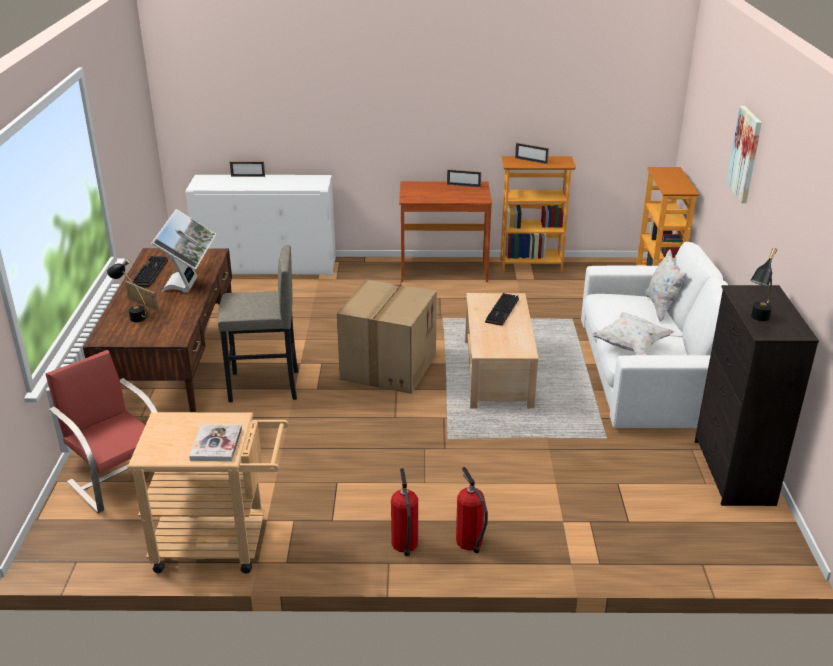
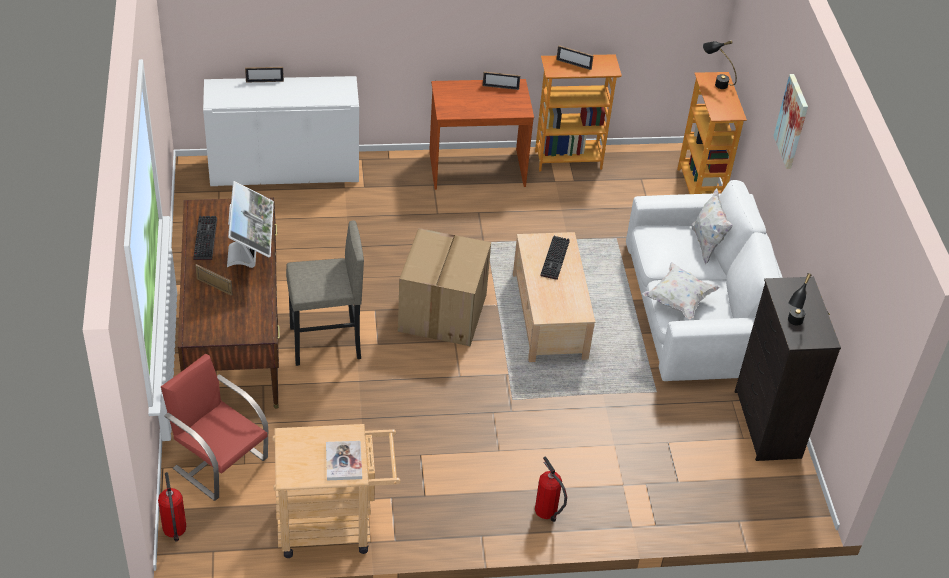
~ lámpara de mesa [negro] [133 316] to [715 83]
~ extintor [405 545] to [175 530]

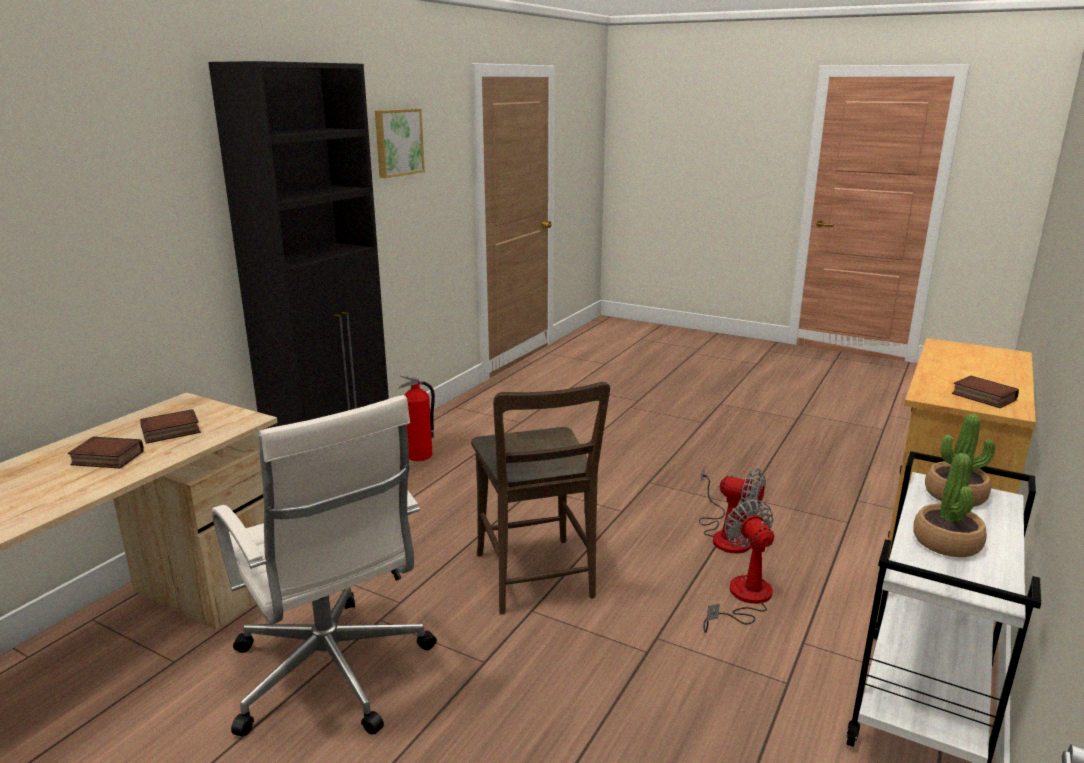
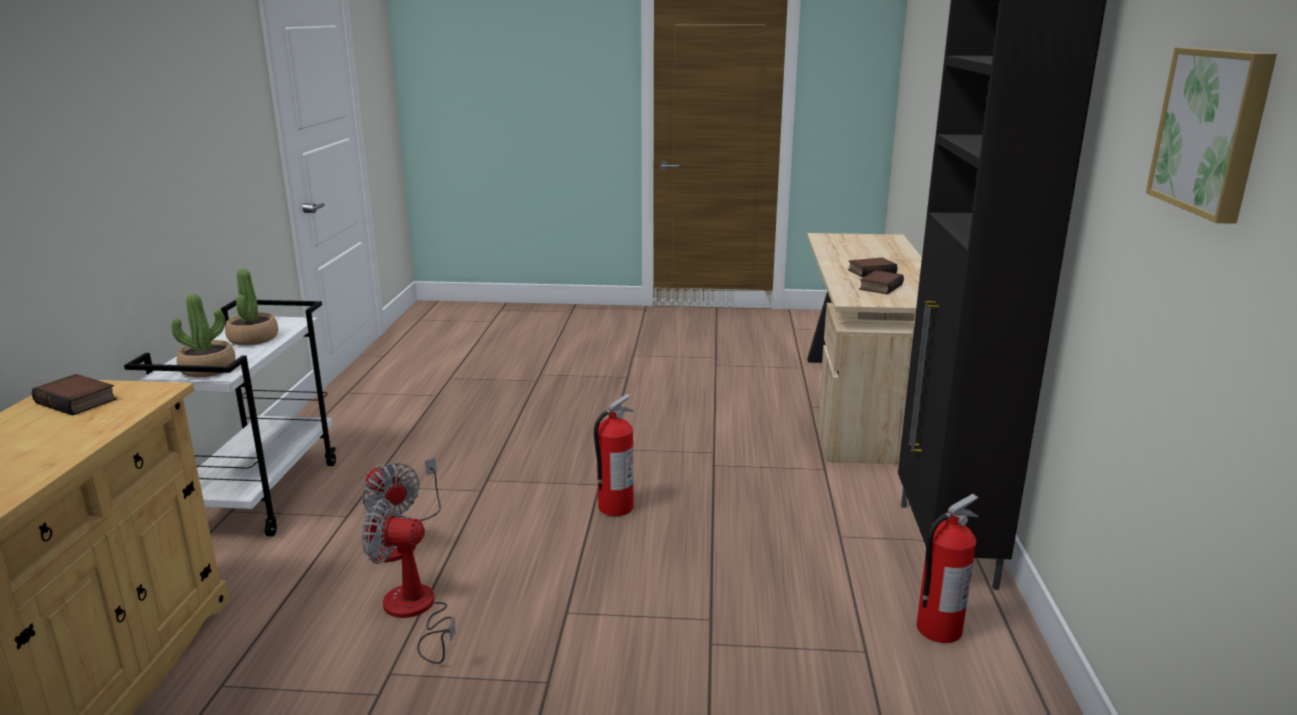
- silla de oficina [blanco] [331 674]
~ silla [marrón] [536 579] to extintor [614 507]

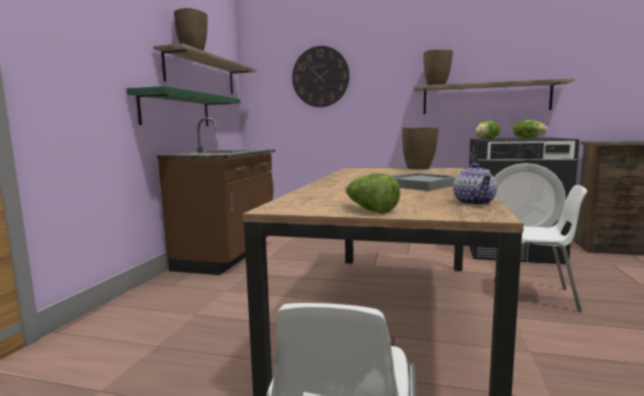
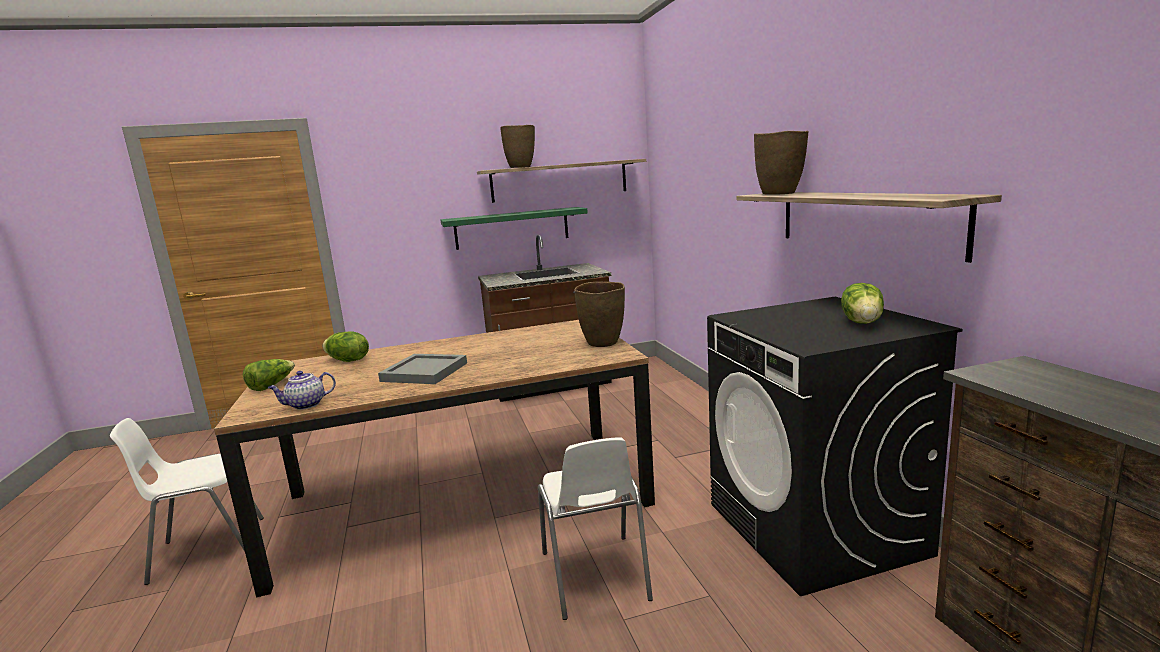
- reloj de pared [320 77]
~ lechuga [487 139] to [347 360]

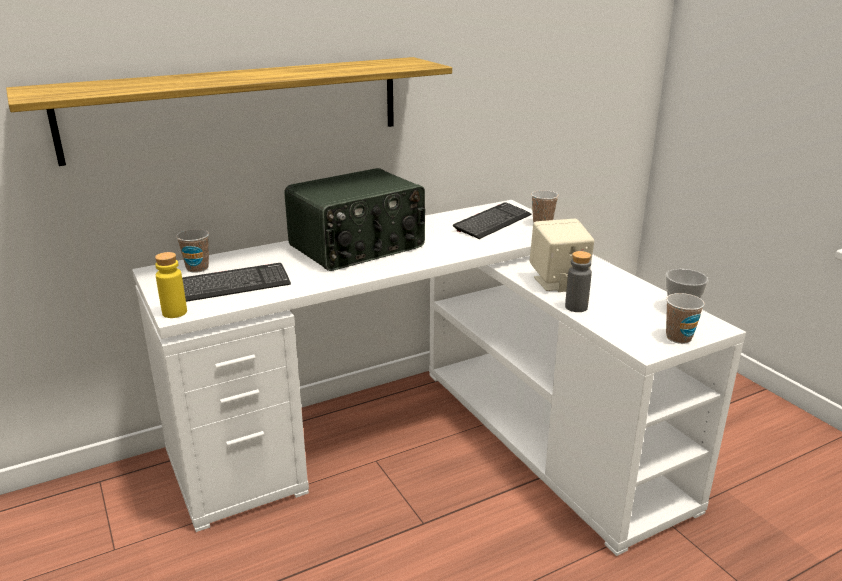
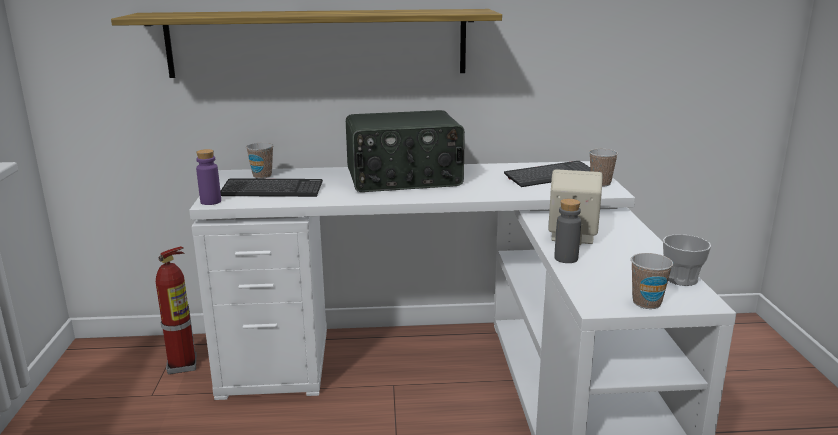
+ extintor [183 365]
~ botella [amarillo] [174 312] to botella [morado] [211 201]

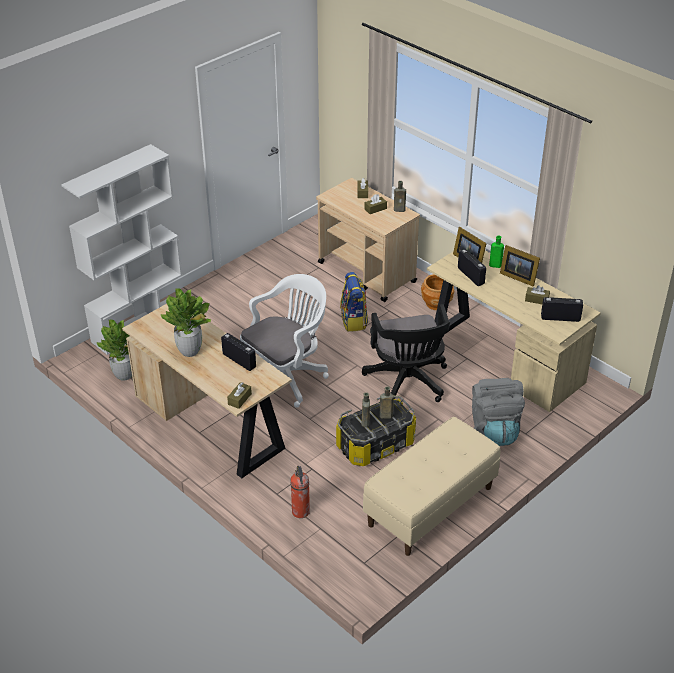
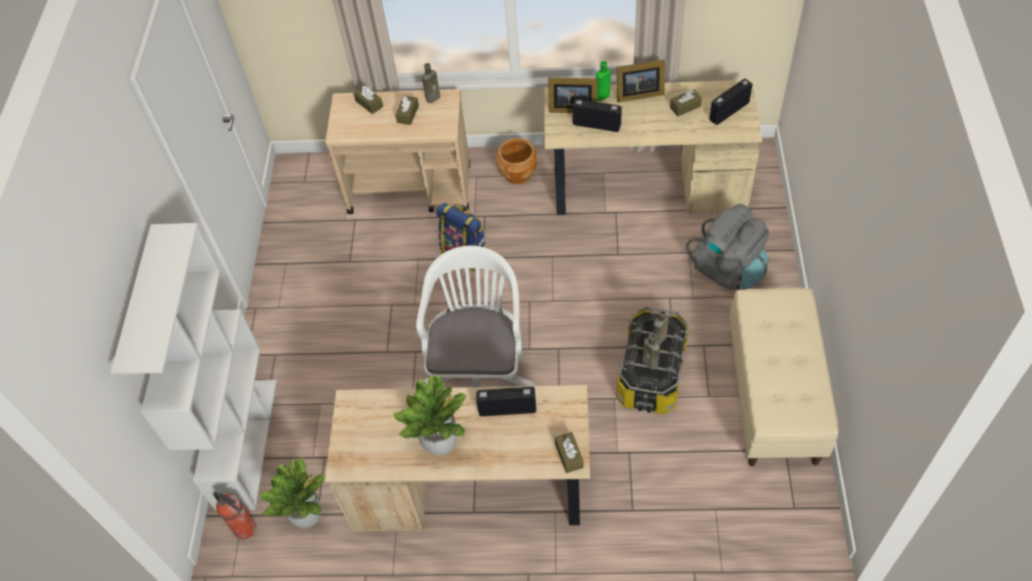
- silla de oficina [negro] [407 383]
~ extintor [301 512] to [246 529]

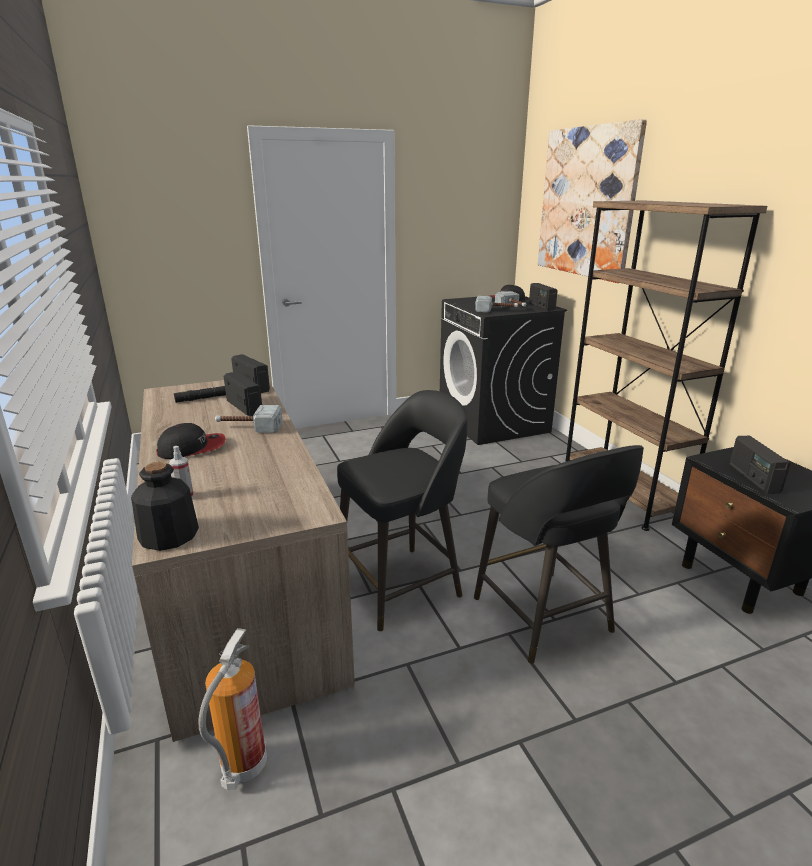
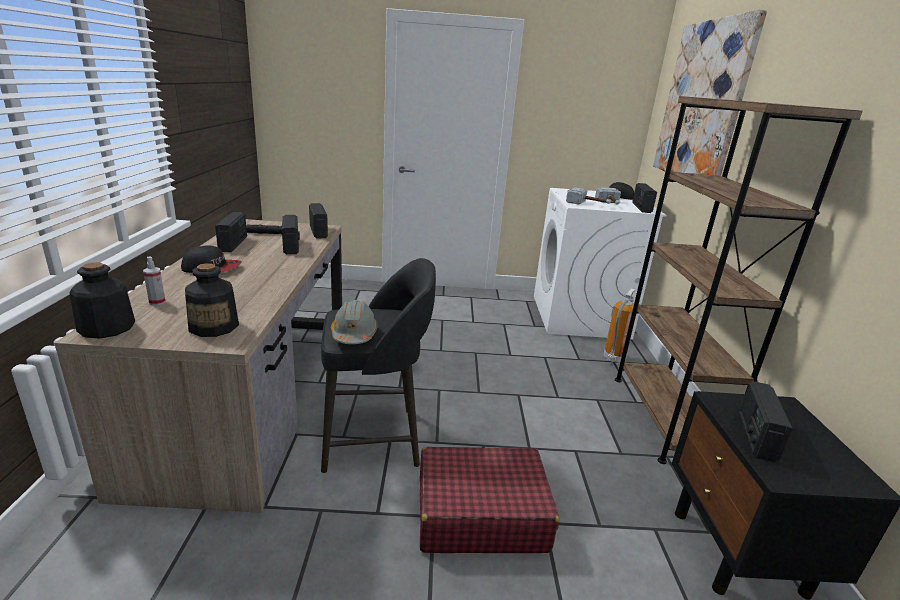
- martillo [249 427]
+ botella [214 326]
+ radio [233 244]
+ casco [gris] [354 334]
~ extintor [243 768] to [613 359]
~ taburete [negro] [544 617] to maleta [rojo] [480 513]
~ lavadora [negro] [493 422] to lavadora [blanco] [580 317]

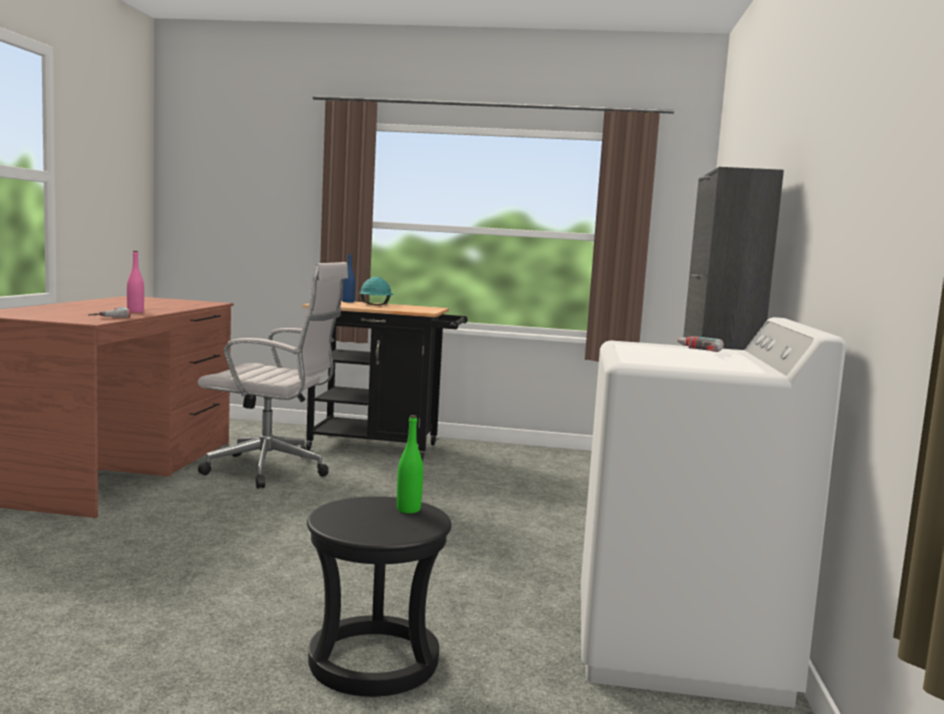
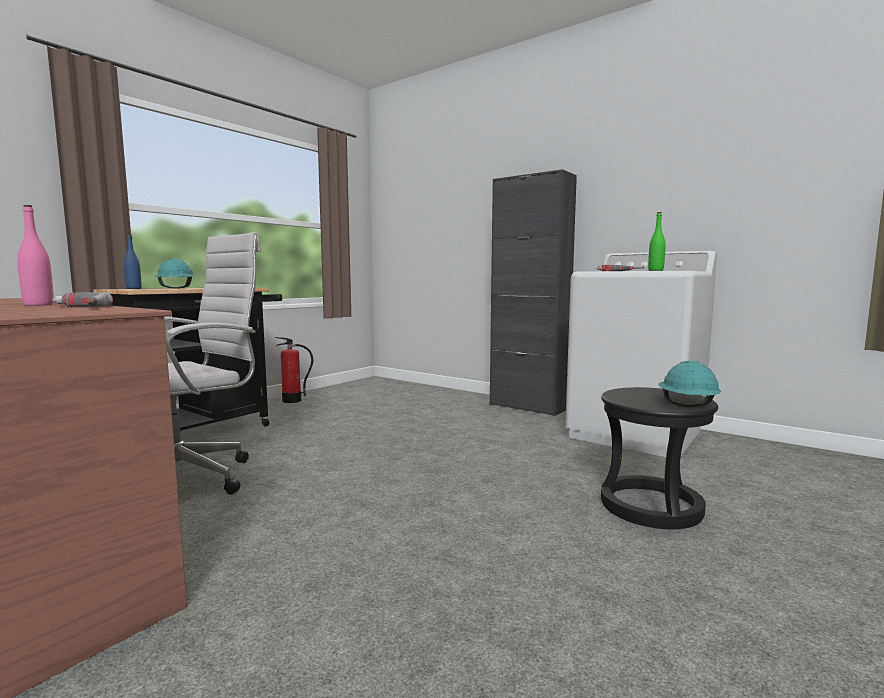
+ extintor [292 400]
+ casco [turquesa] [686 405]
~ botella [verde] [408 510] to [655 270]

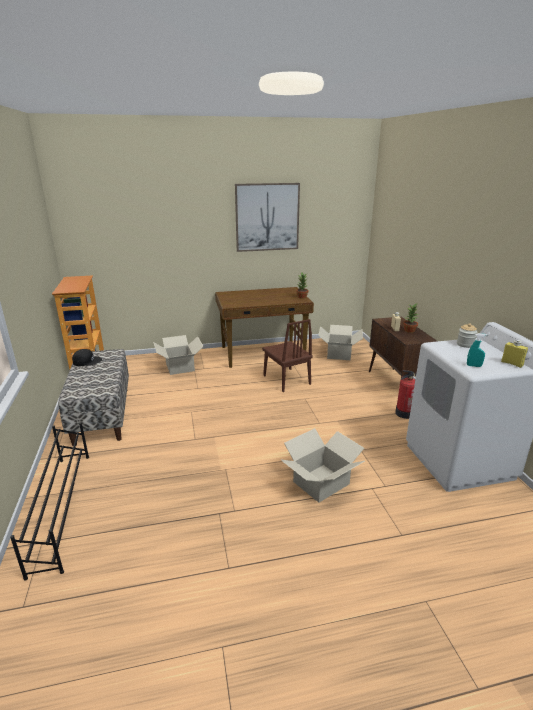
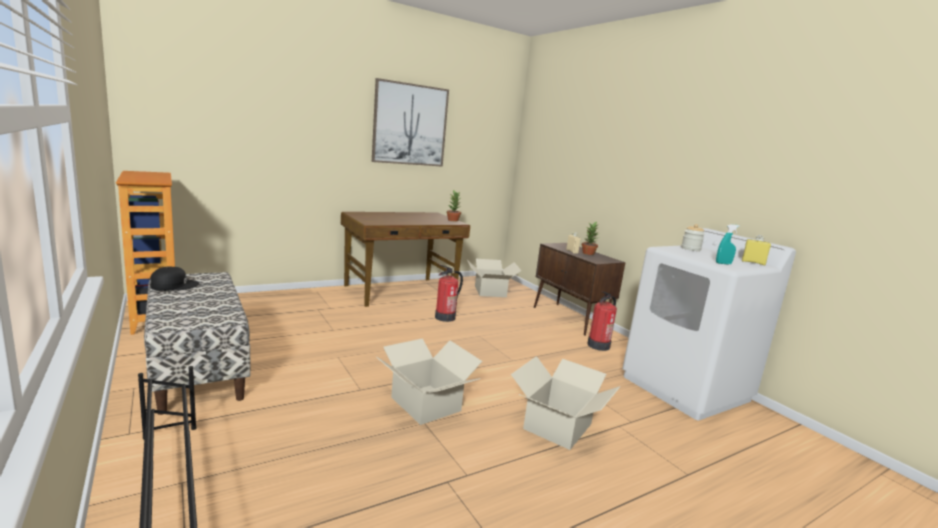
~ caja de cartón [180 367] to [426 403]
~ silla [marrón] [286 379] to extintor [445 317]

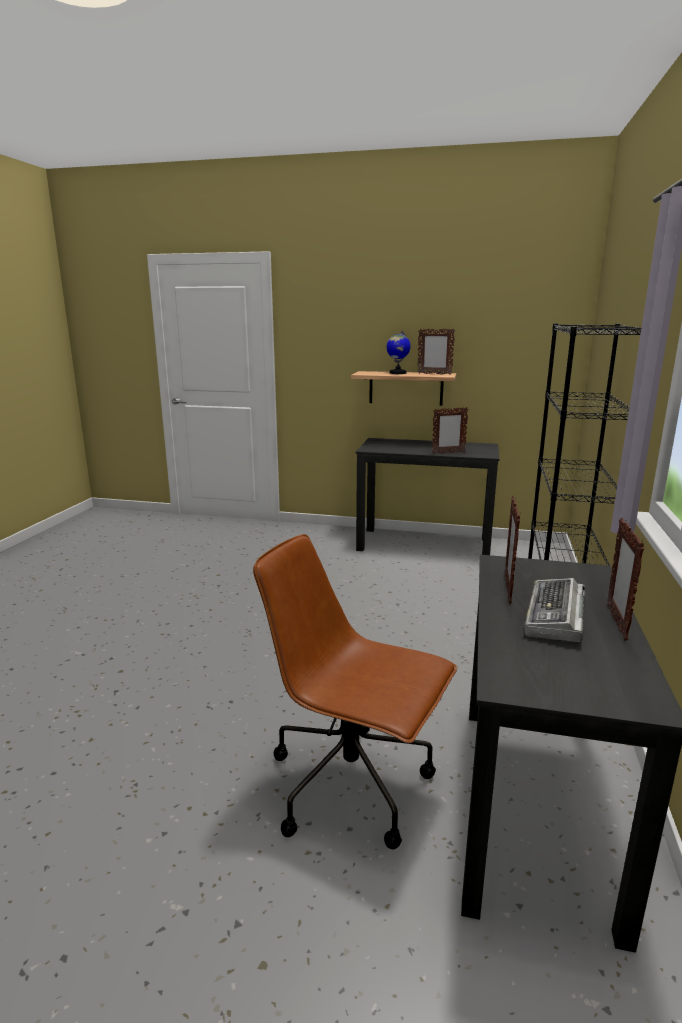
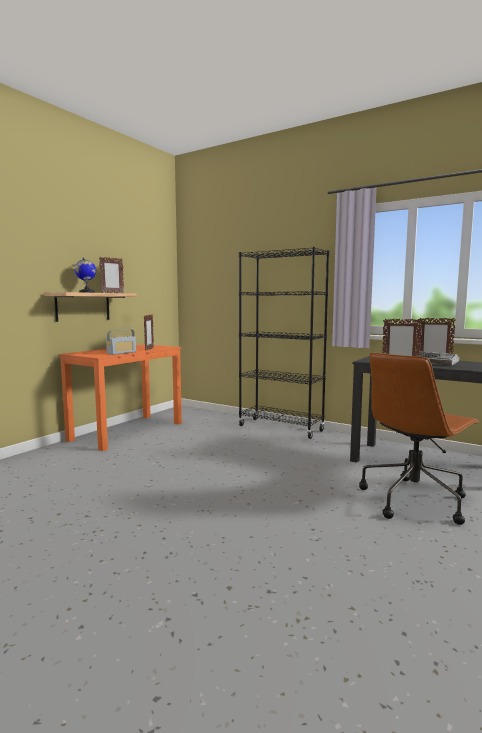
+ radio [121 353]
~ escritorio [negro] [424 544] to escritorio [naranja] [127 431]

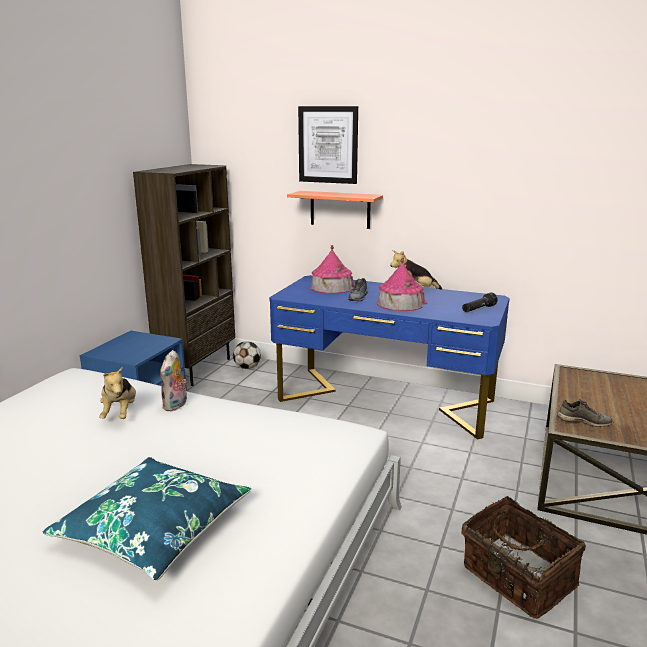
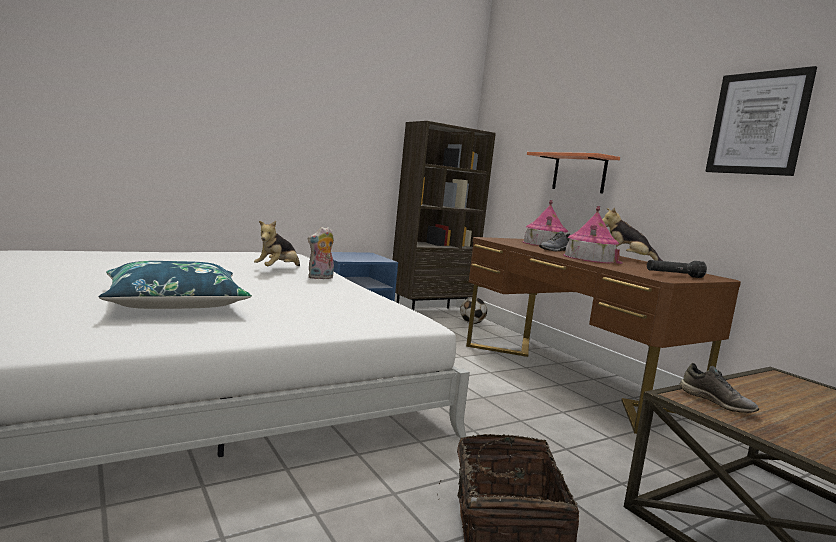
~ cuadro [328 145] to [757 123]
~ escritorio [azul] [385 400] to escritorio [marrón] [569 376]

